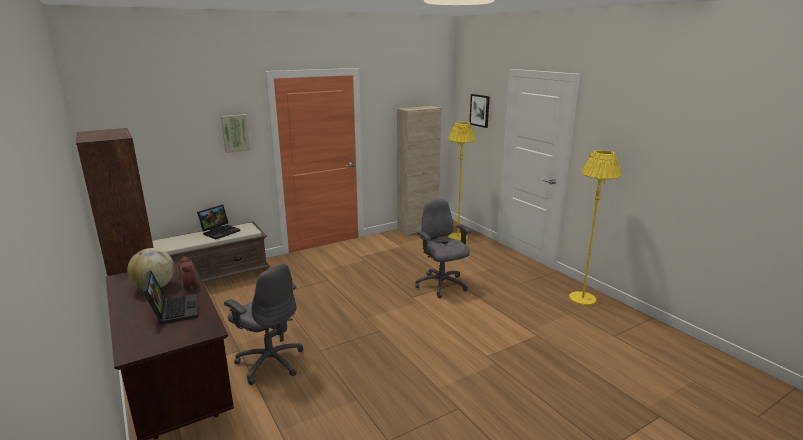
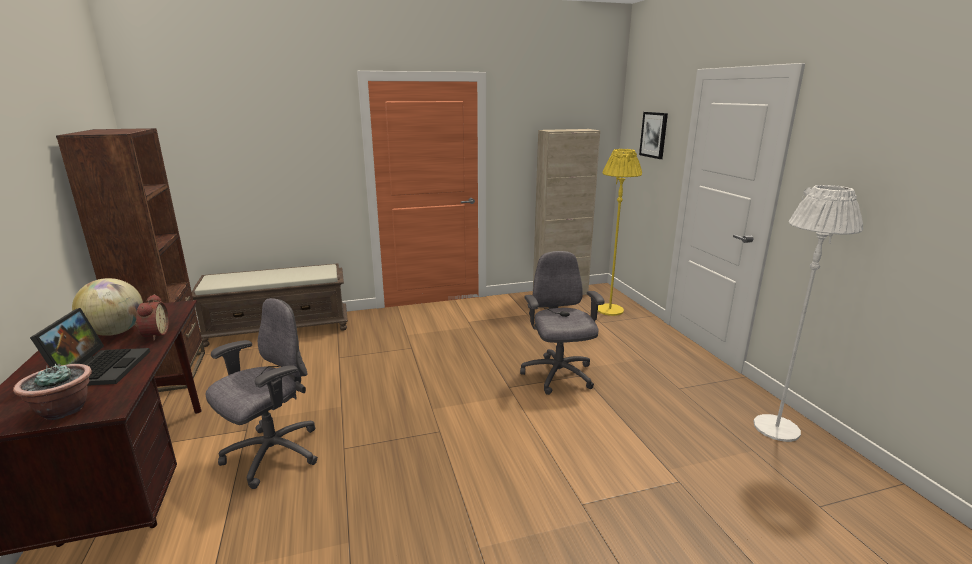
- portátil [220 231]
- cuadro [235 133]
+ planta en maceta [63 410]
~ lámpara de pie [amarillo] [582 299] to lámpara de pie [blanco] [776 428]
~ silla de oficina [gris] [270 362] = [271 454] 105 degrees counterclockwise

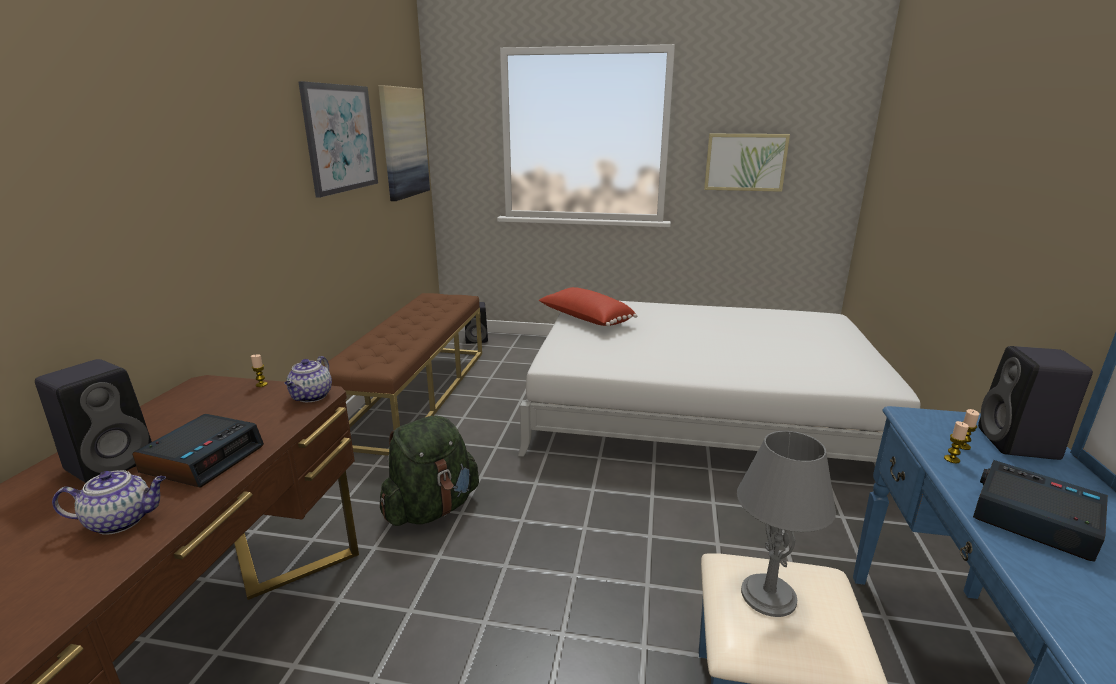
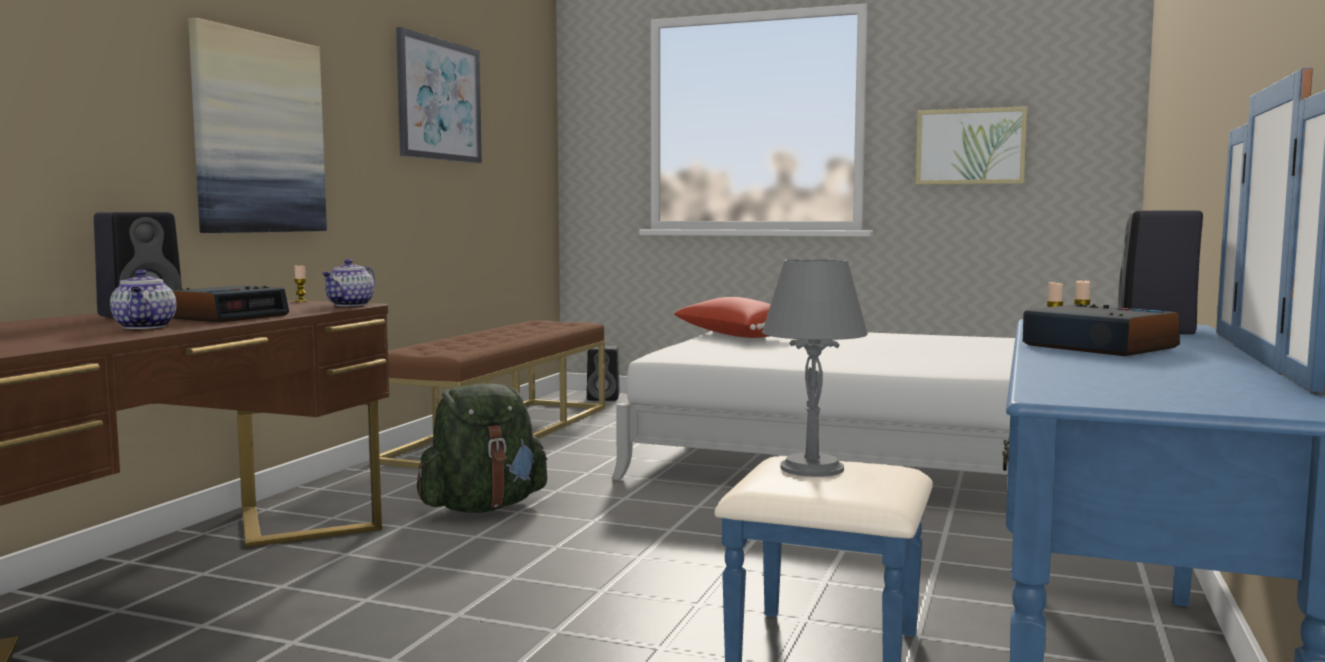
~ cuadro [403 143] to [258 134]
~ tetera [122 520] = [145 327] 75 degrees clockwise

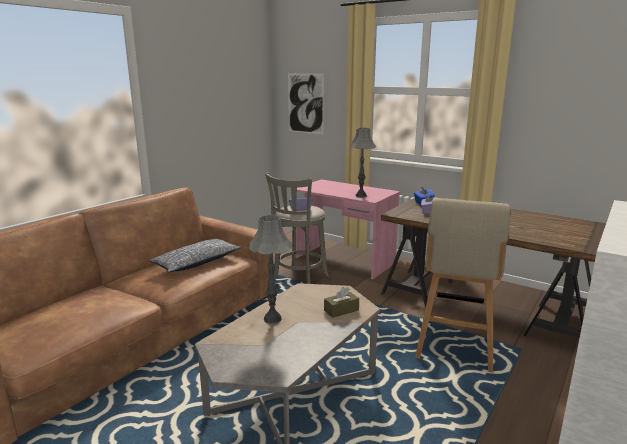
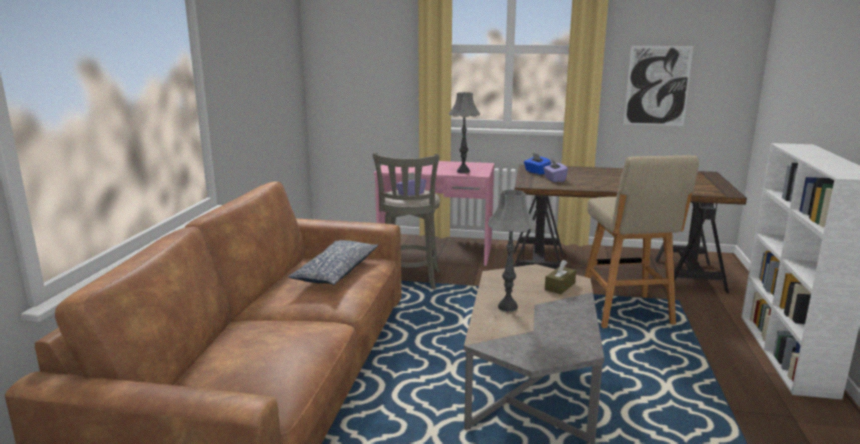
~ cuadro [305 103] to [657 86]

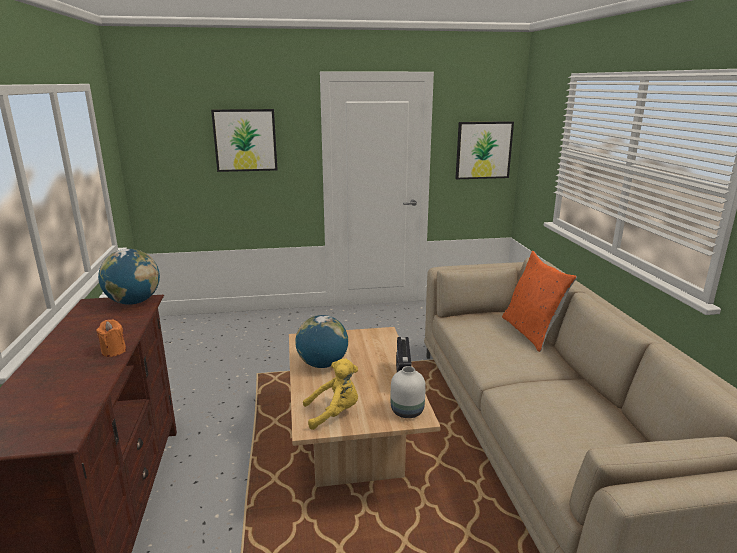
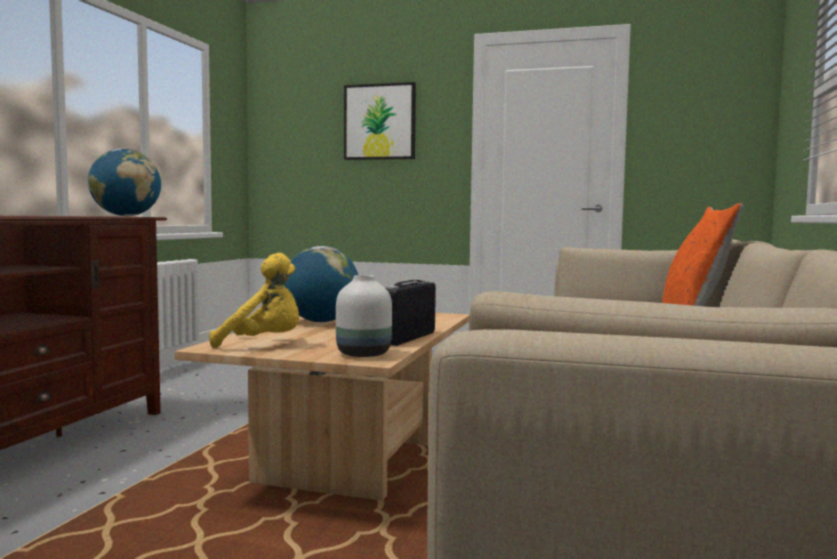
- vela [naranja] [113 351]
- cuadro [483 150]

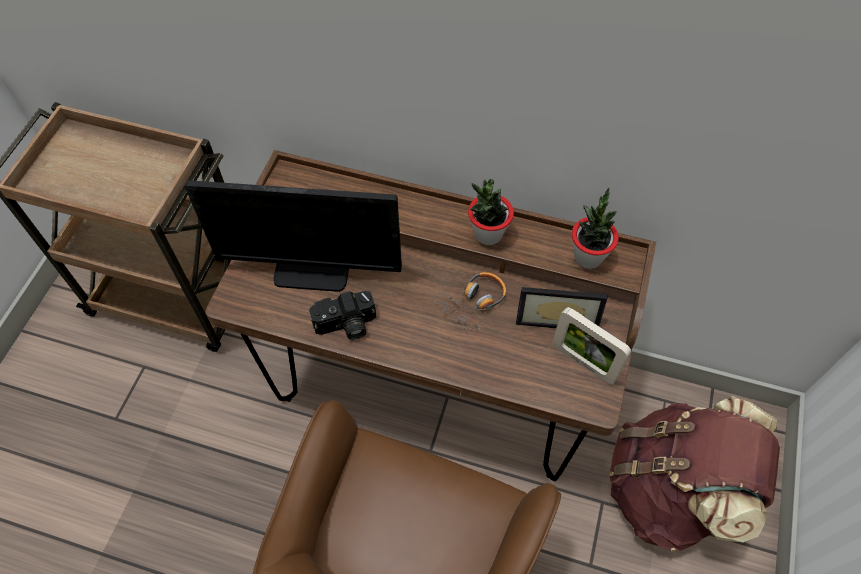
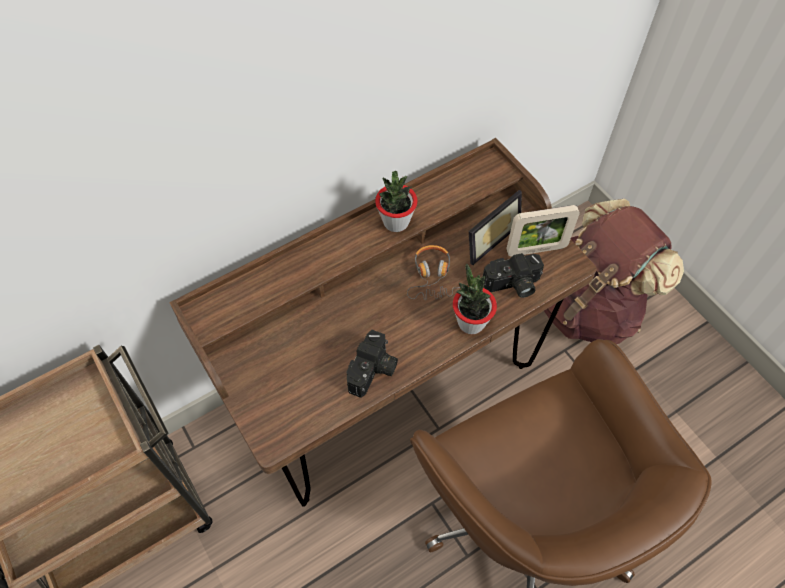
- monitor [312 269]
+ cámara [512 285]
~ planta en maceta [588 257] to [471 322]

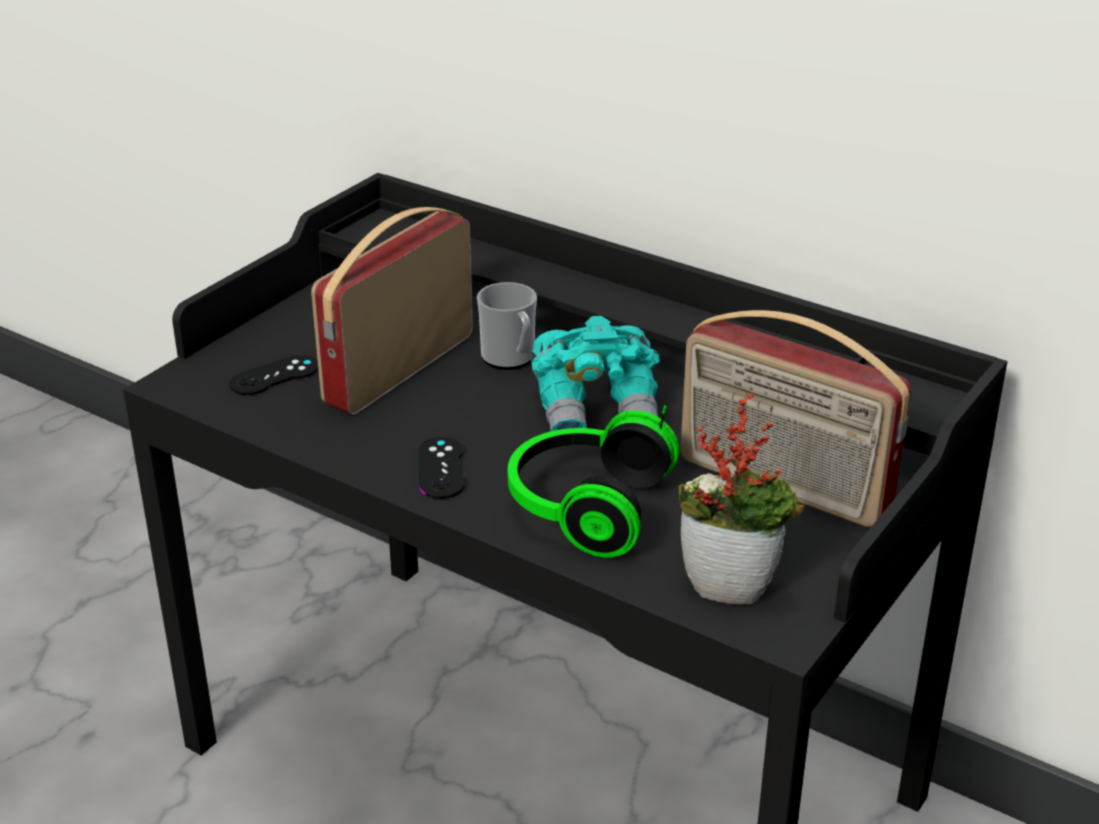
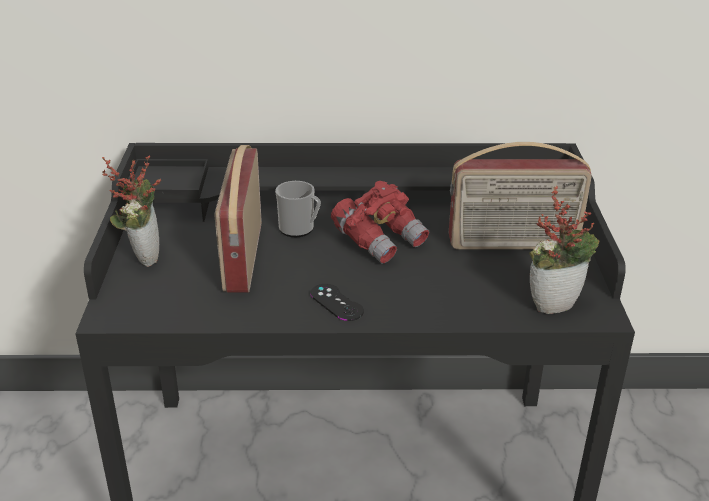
- mando de consola [negro] [274 376]
- auriculares [584 507]
+ planta en maceta [143 256]
~ prismáticos [turquesa] [597 411] to prismáticos [rojo] [380 240]

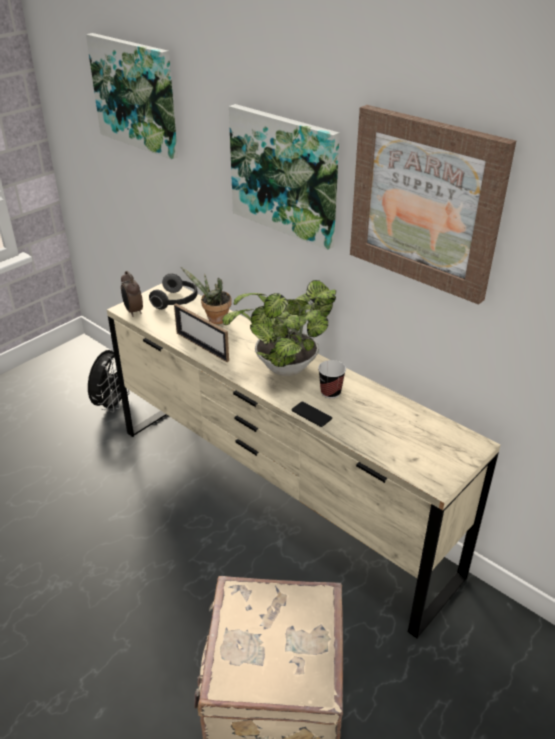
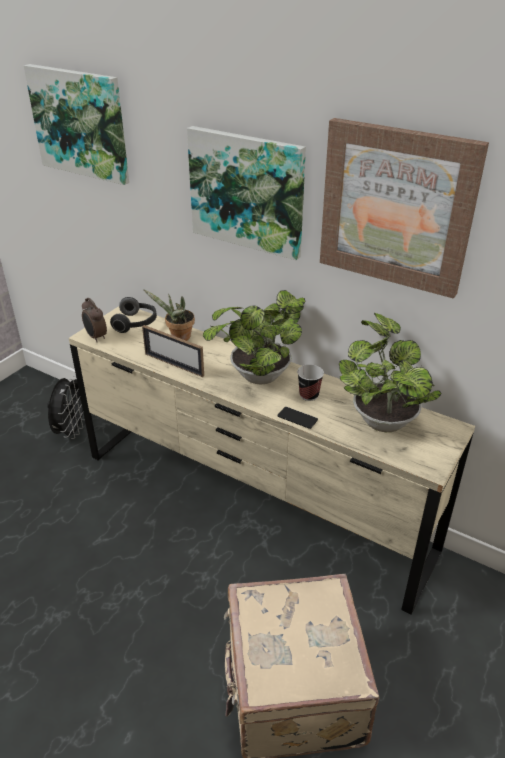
+ planta en maceta [381 418]

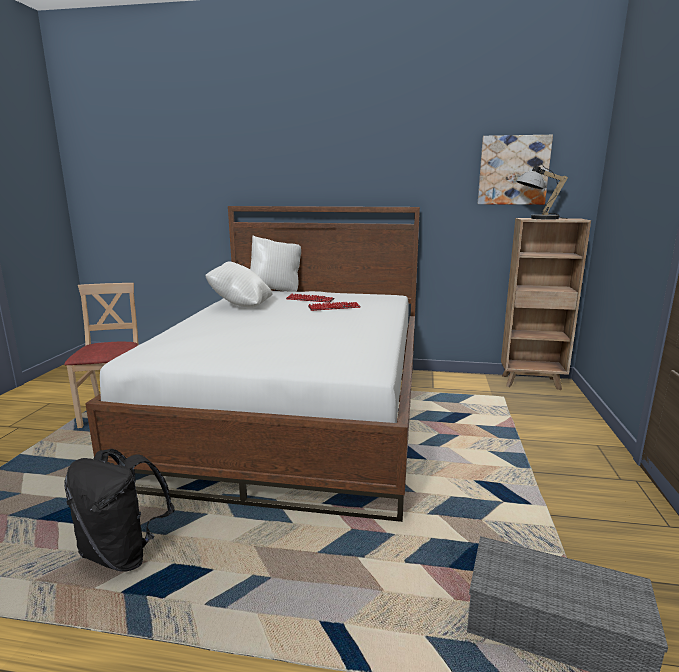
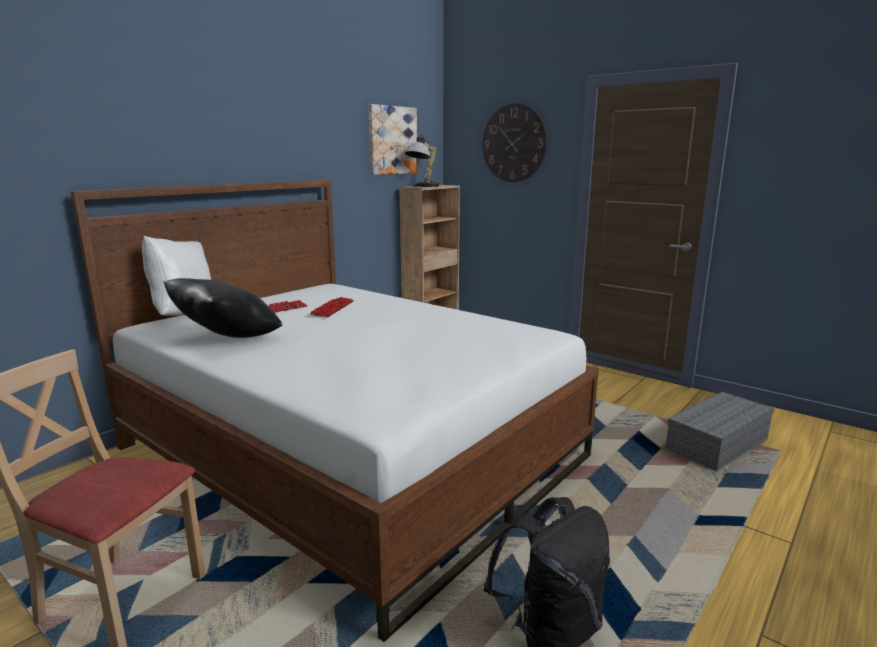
+ reloj de pared [513 143]
~ cojín [blanco] [241 305] to cojín [negro] [227 339]

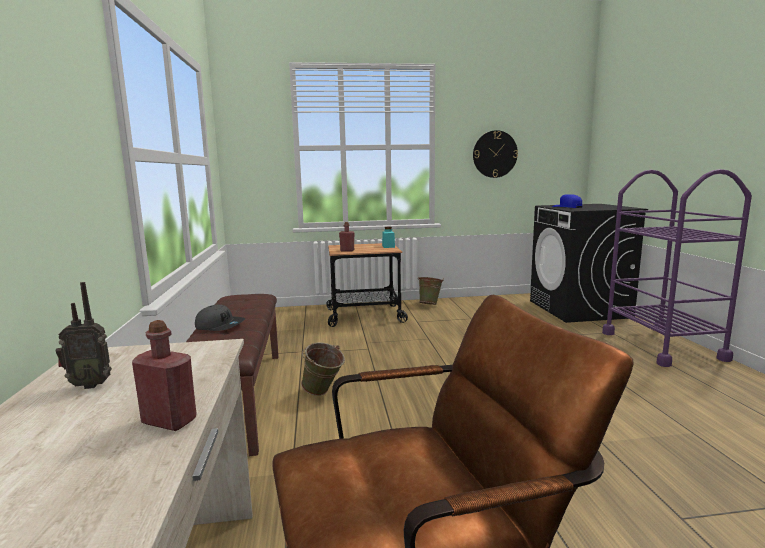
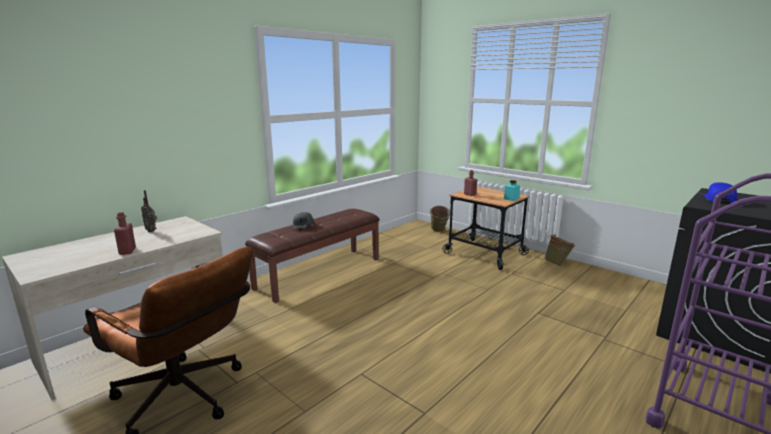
- reloj de pared [495 154]
~ cubo [verde] [323 393] to [438 231]

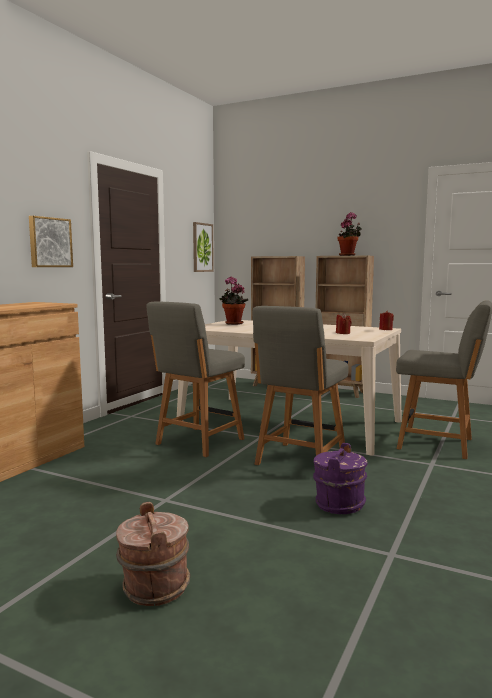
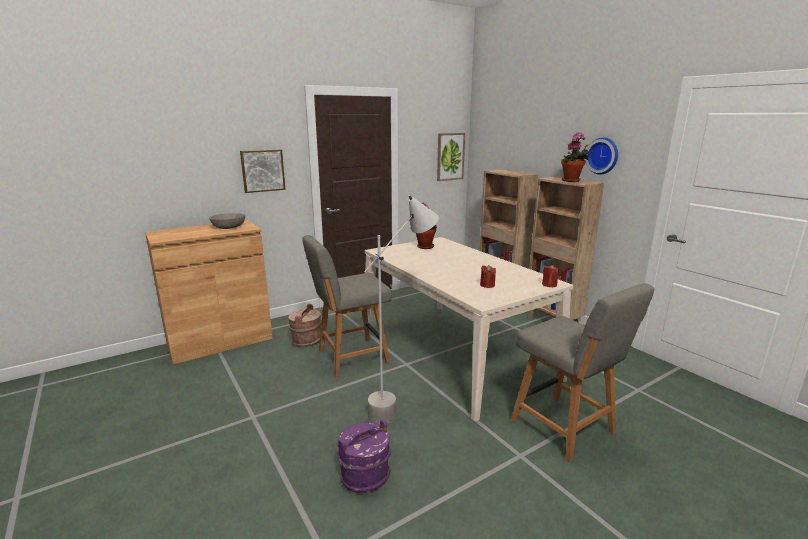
+ cuenco [gris] [228 227]
+ reloj de pared [603 155]
~ cubo [marrón] [154 587] to [306 341]
~ silla [gris] [299 461] to lámpara de pie [gris] [401 406]

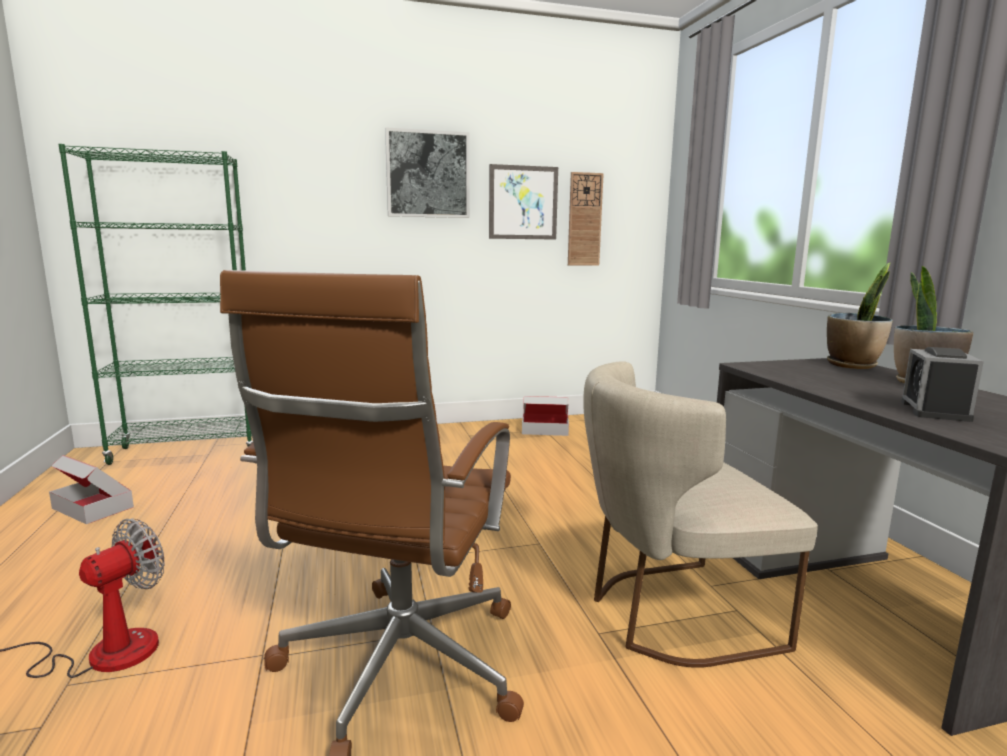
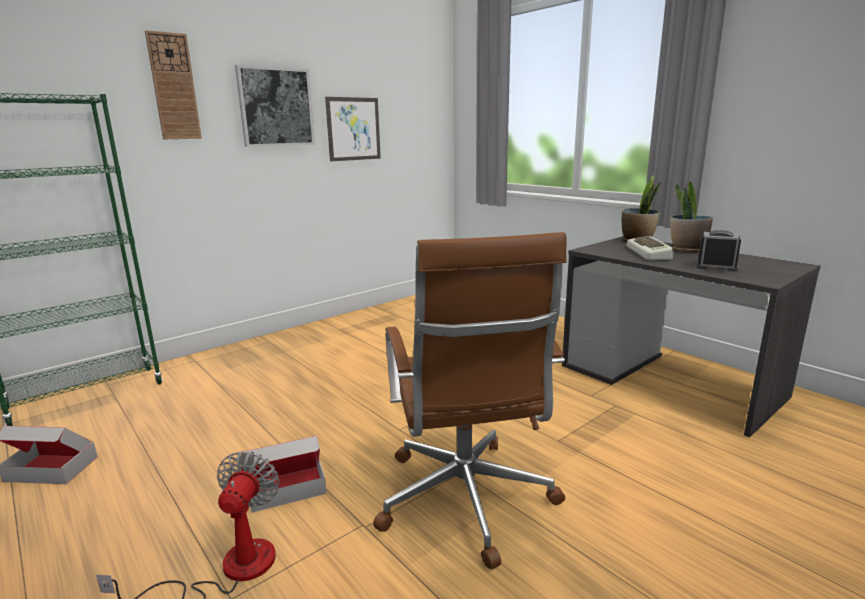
- silla [beis] [670 614]
+ teclado [650 253]
~ caja de cartón [545 430] to [287 488]
~ reloj de pared [584 219] to [174 87]
~ despertador [934 411] = [716 267] 120 degrees clockwise

